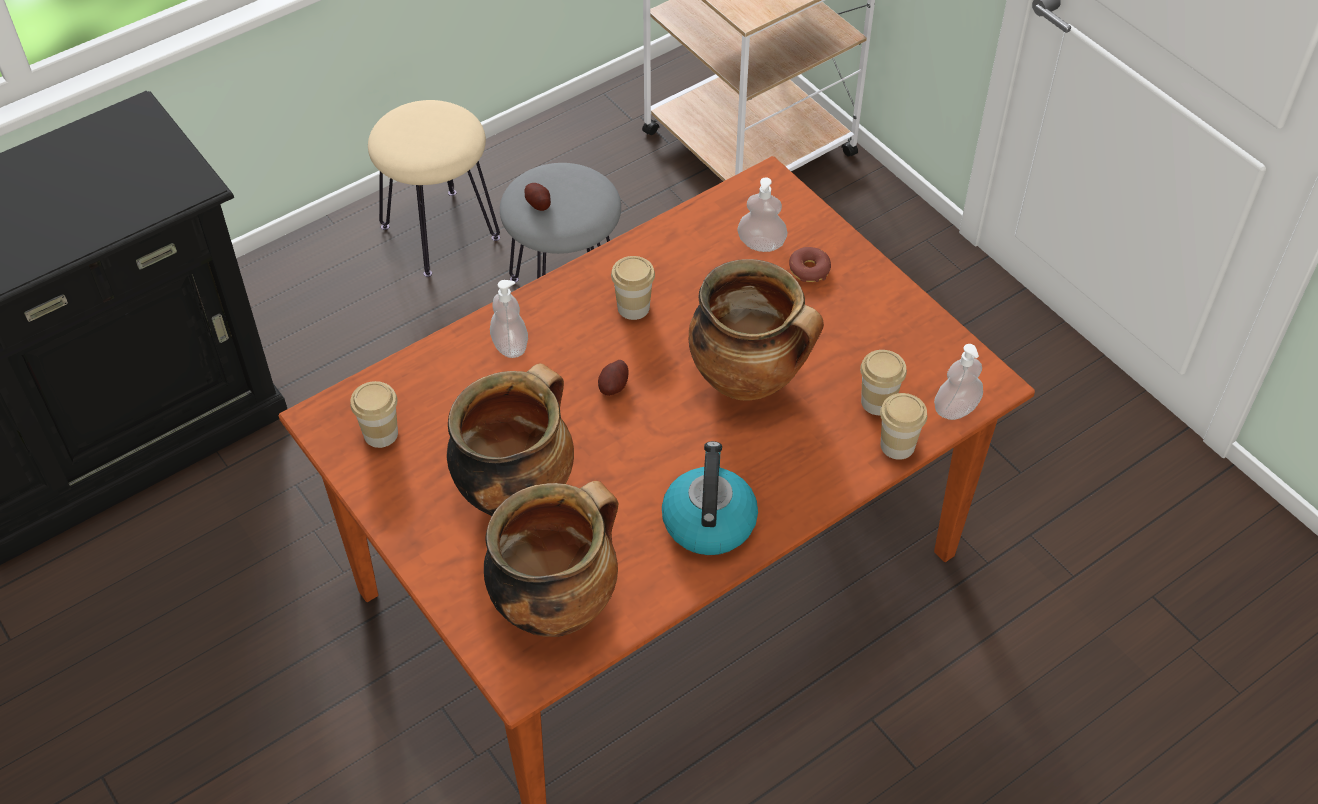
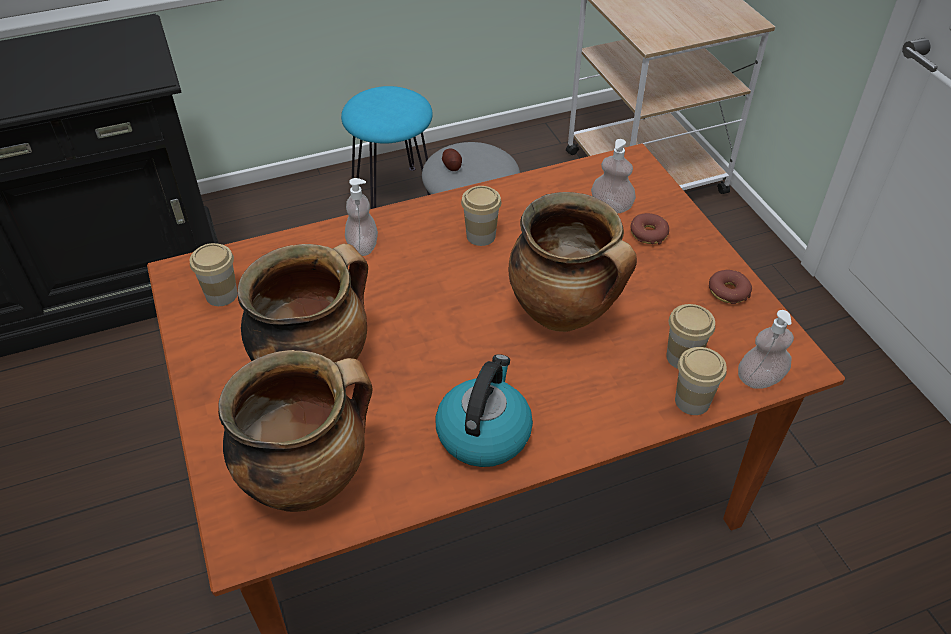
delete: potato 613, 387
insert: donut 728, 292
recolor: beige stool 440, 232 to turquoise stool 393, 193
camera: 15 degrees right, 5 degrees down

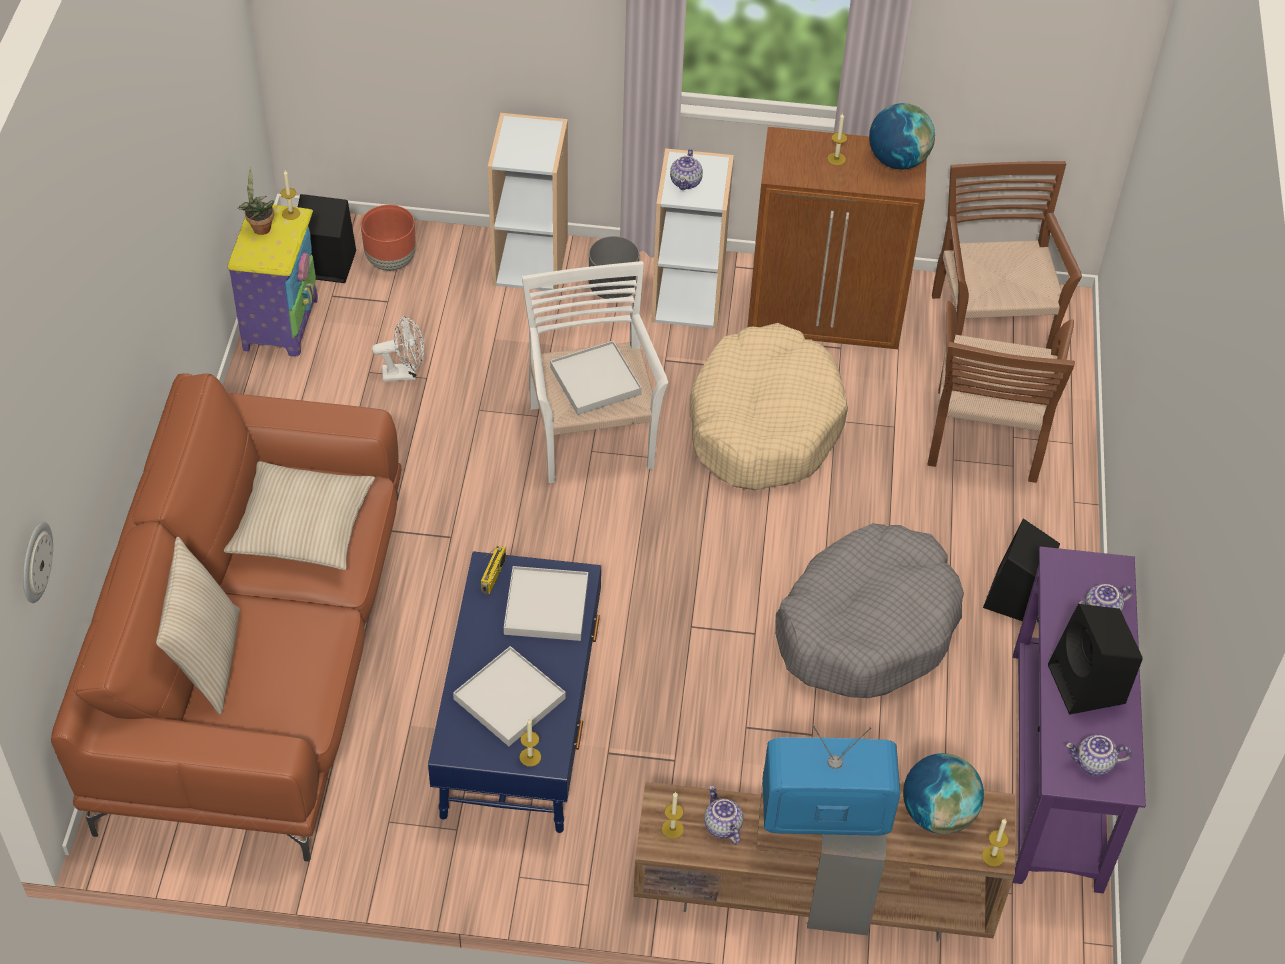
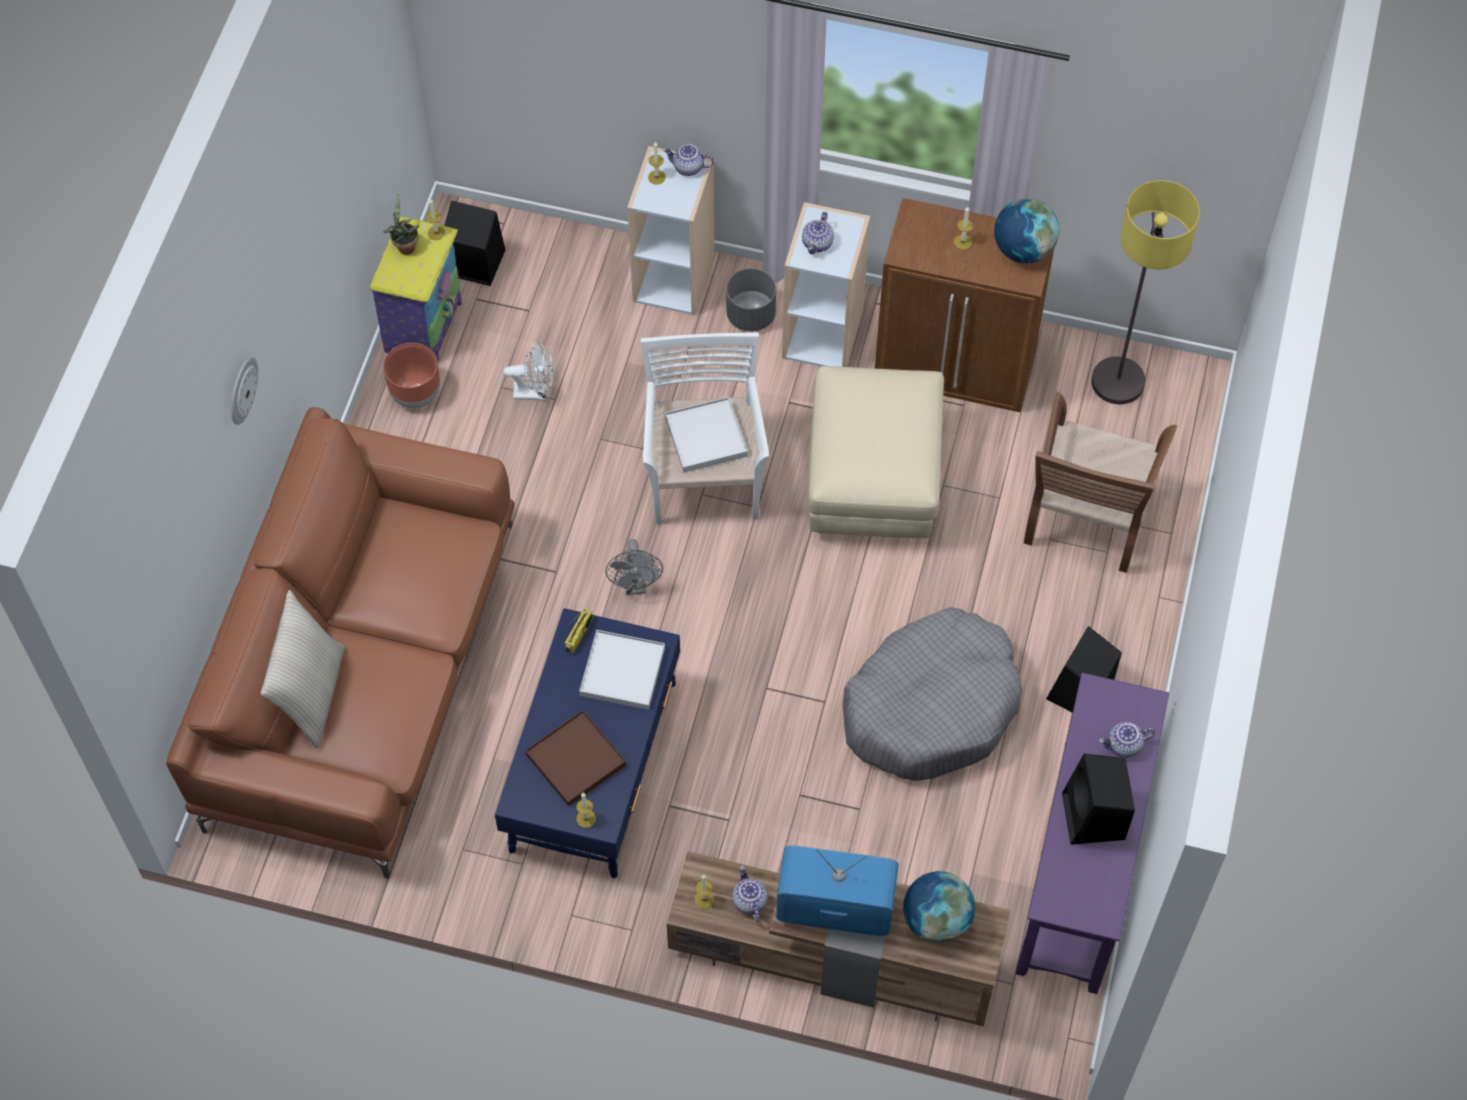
delete: beige pillow 302, 526
insert: grey fan 636, 585
move: wall clock 35, 561 to 242, 390; brown planter 391, 261 to 416, 394; candle 993, 856 to 656, 177; teapot 1093, 764 to 688, 168
replace: beige dog bed 763, 424 to beige ottoman 872, 481; brown armchair 990, 326 to yellow floor lamp 1117, 396
recolor: white tray 509, 699 to brown tray 575, 760
camera: 10 degrees right, 10 degrees up

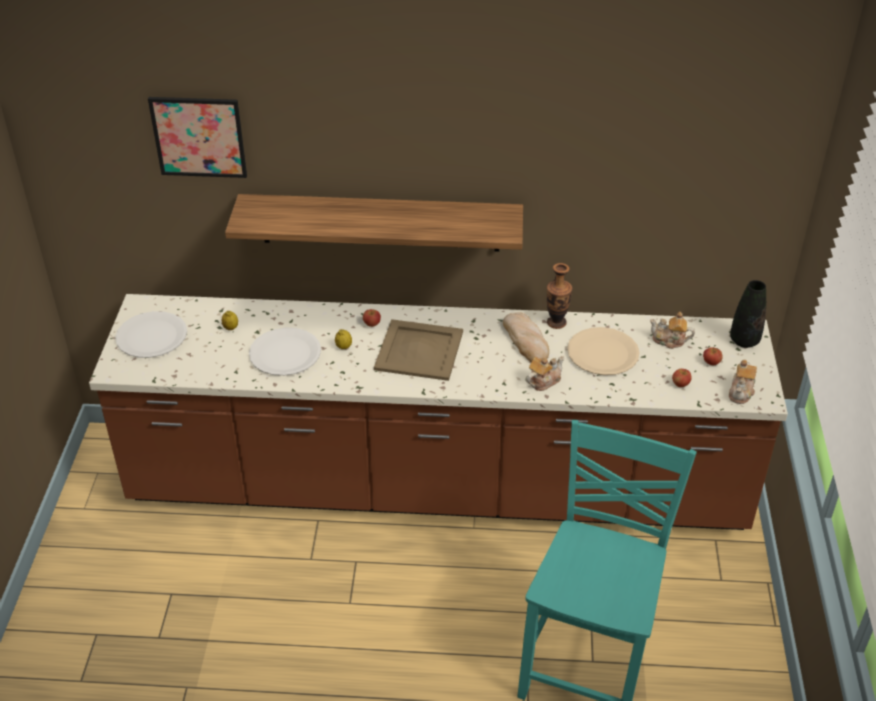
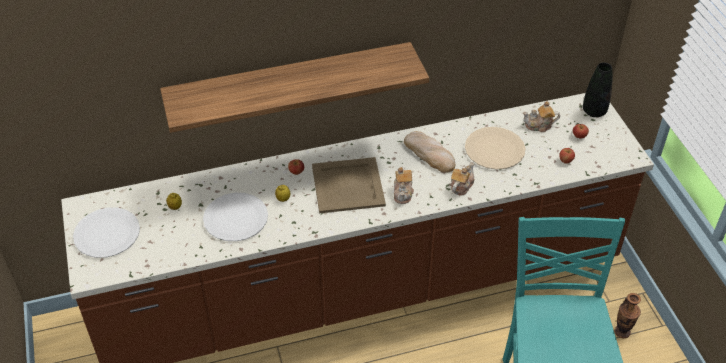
delete: picture 199, 137
move: vase 556, 323 to 622, 332; teapot 741, 392 to 403, 193
camera: 20 degrees left, 5 degrees up

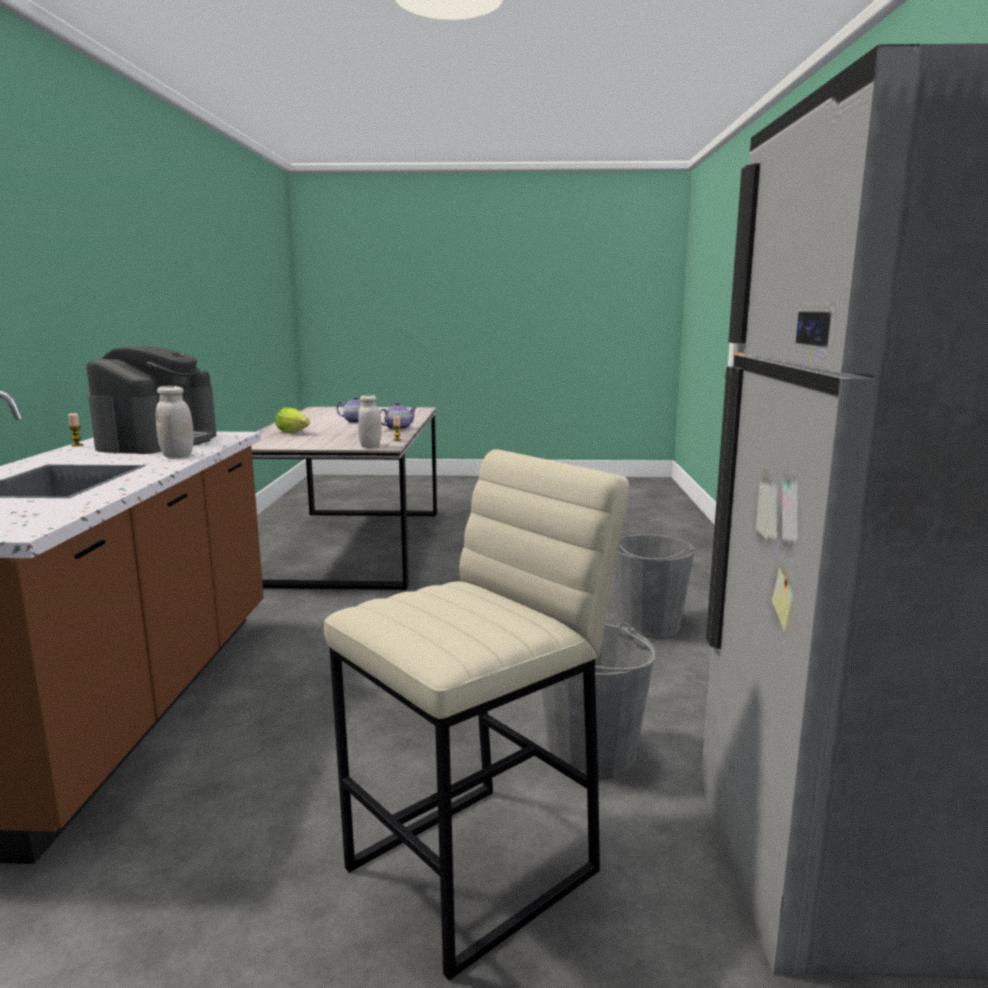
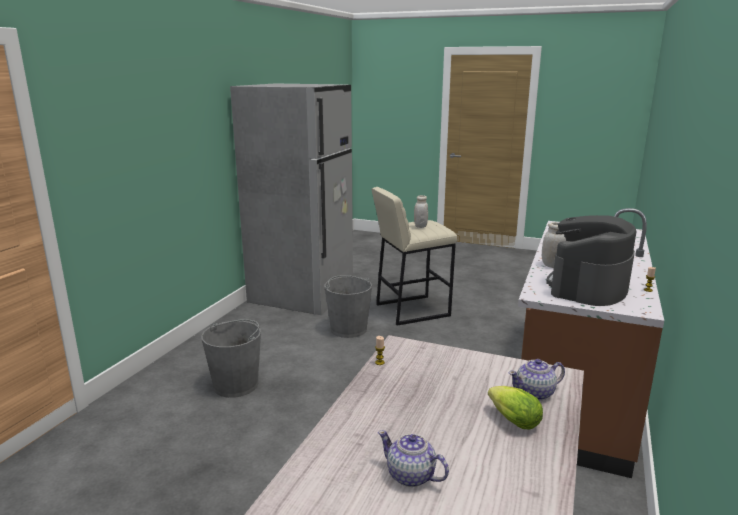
move: white jar 370, 446 to 420, 226; teapot 397, 428 to 535, 393
camera: 160 degrees left, 5 degrees up

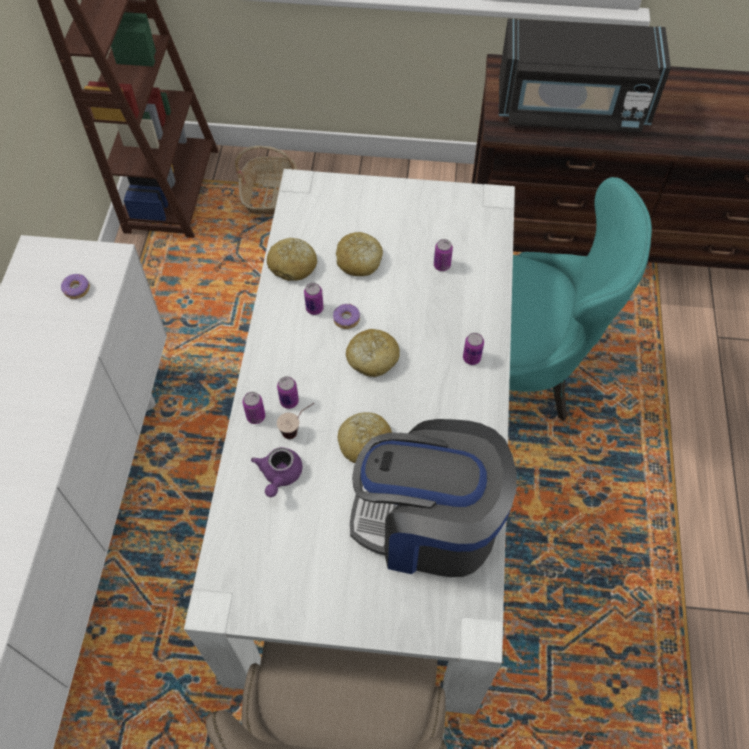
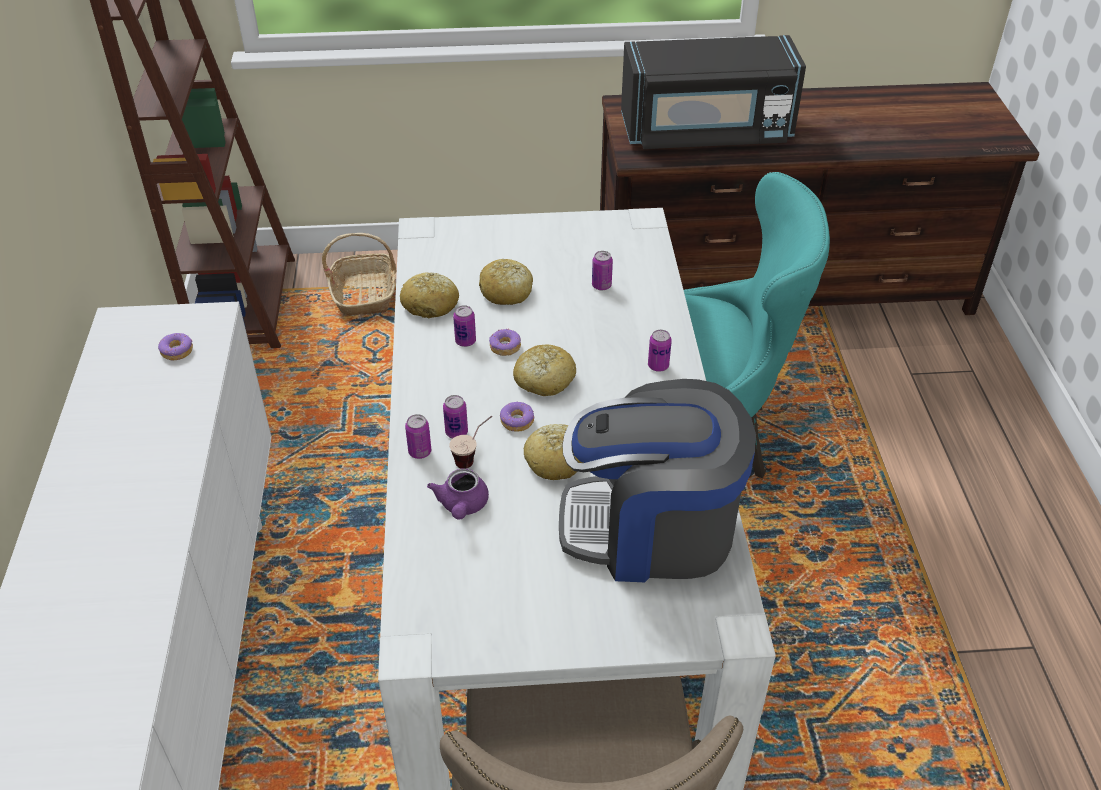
insert: donut 517, 421
camera: 10 degrees left, 15 degrees down

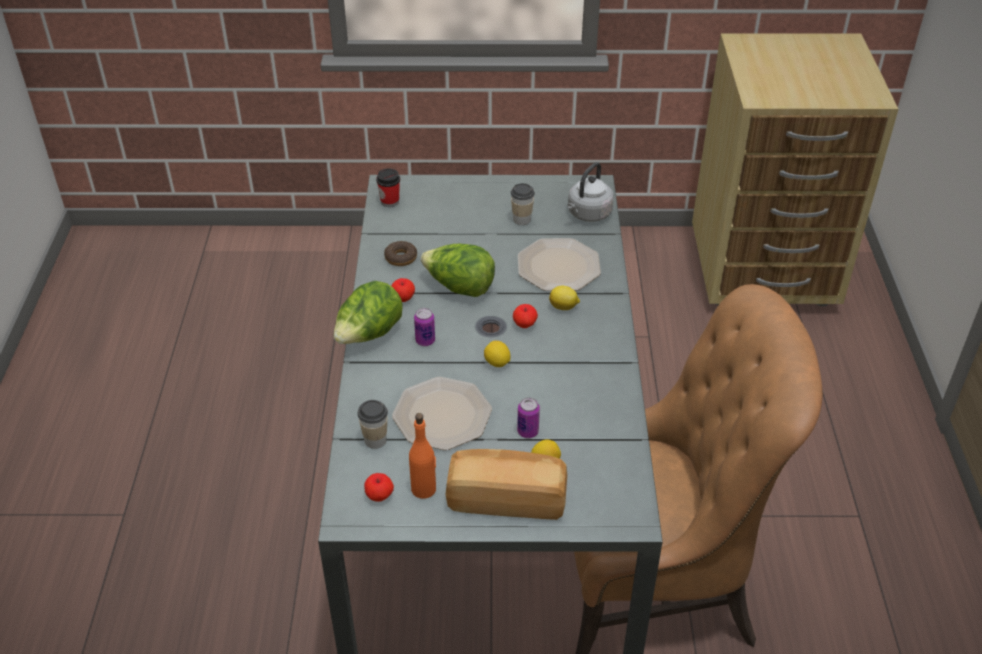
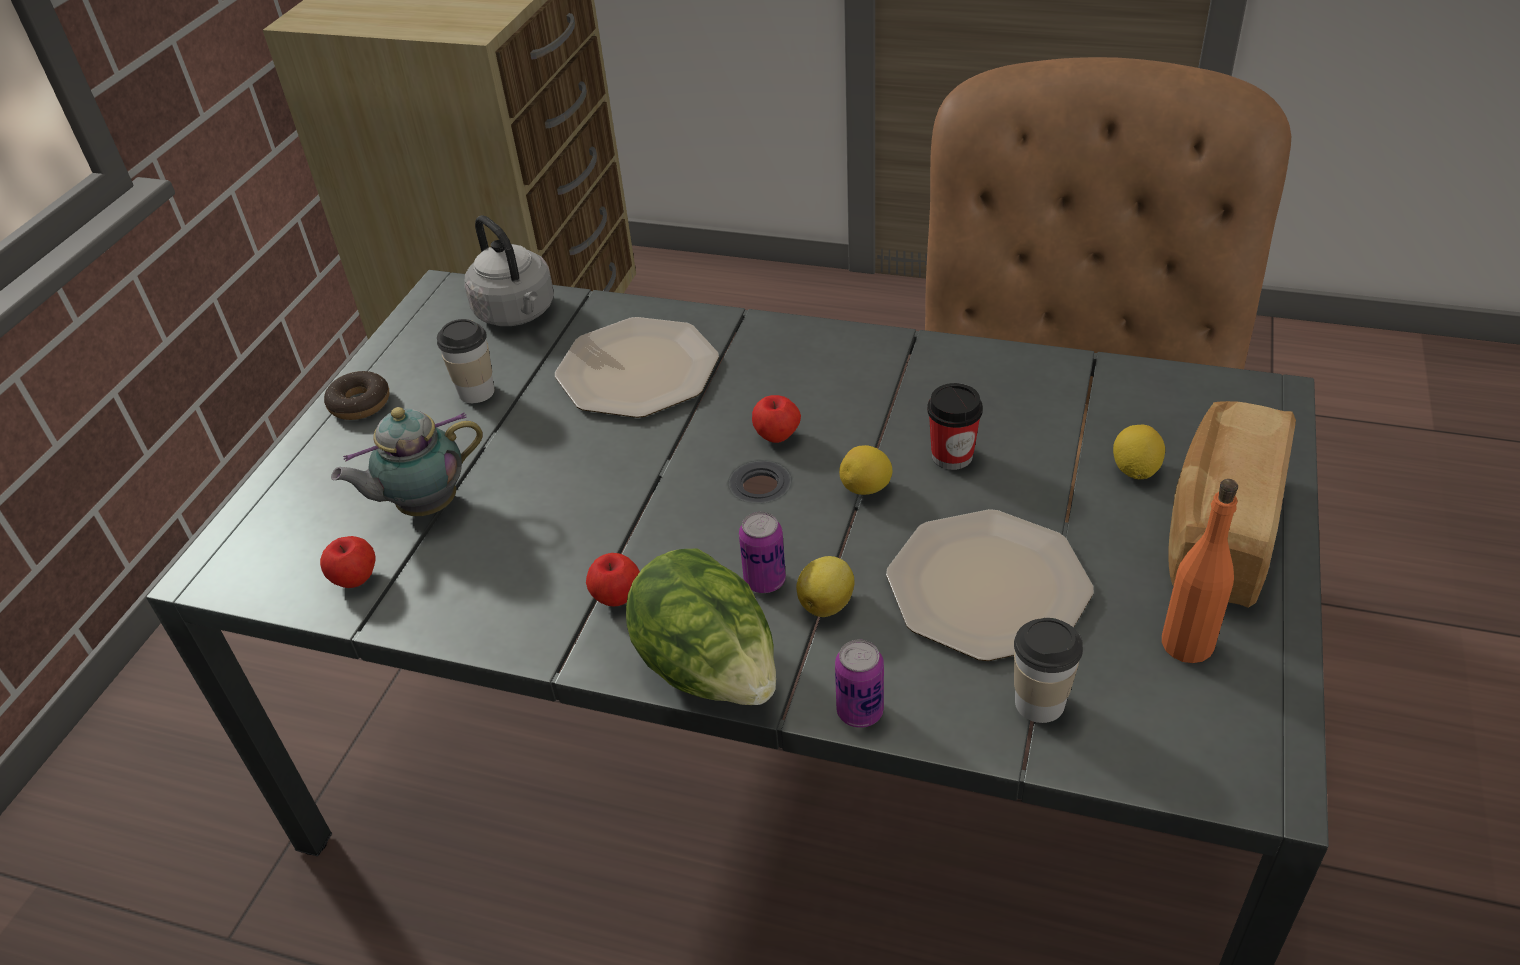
delete: lettuce 459, 287
insert: teapot 424, 506
move: apple 379, 496 to 355, 578; cup 390, 201 to 952, 456; donut 401, 258 to 360, 403; can 528, 431 to 860, 711; lemon 563, 307 to 827, 603
camera: 70 degrees left, 0 degrees up

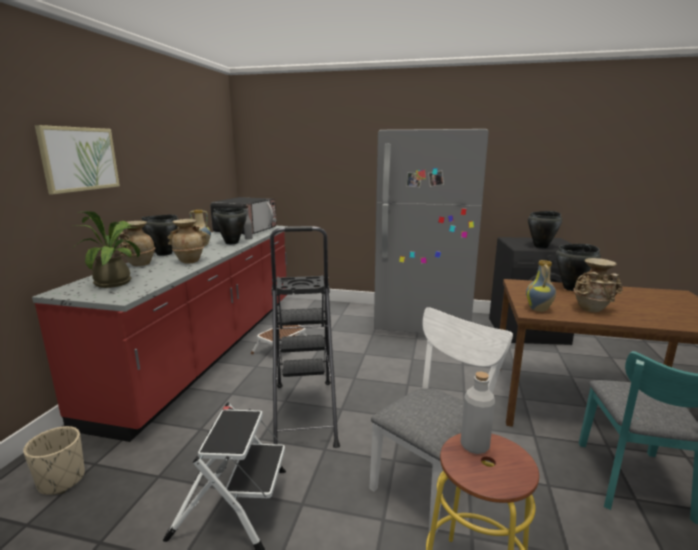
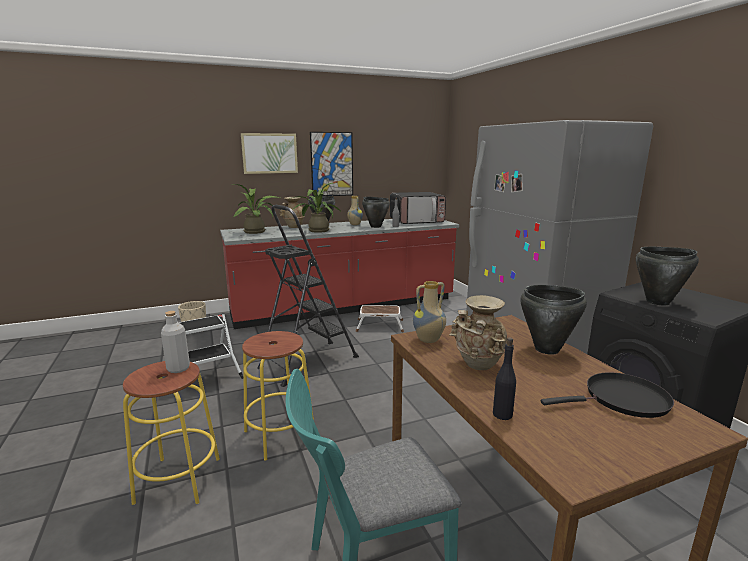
insert: picture 332, 164; black bottle 502, 414; black frying pan 621, 400
replace: beige vase 189, 261 to potted plant 316, 230; white chair 433, 478 to yellow stool 279, 435
camera: 55 degrees right, 0 degrees up

